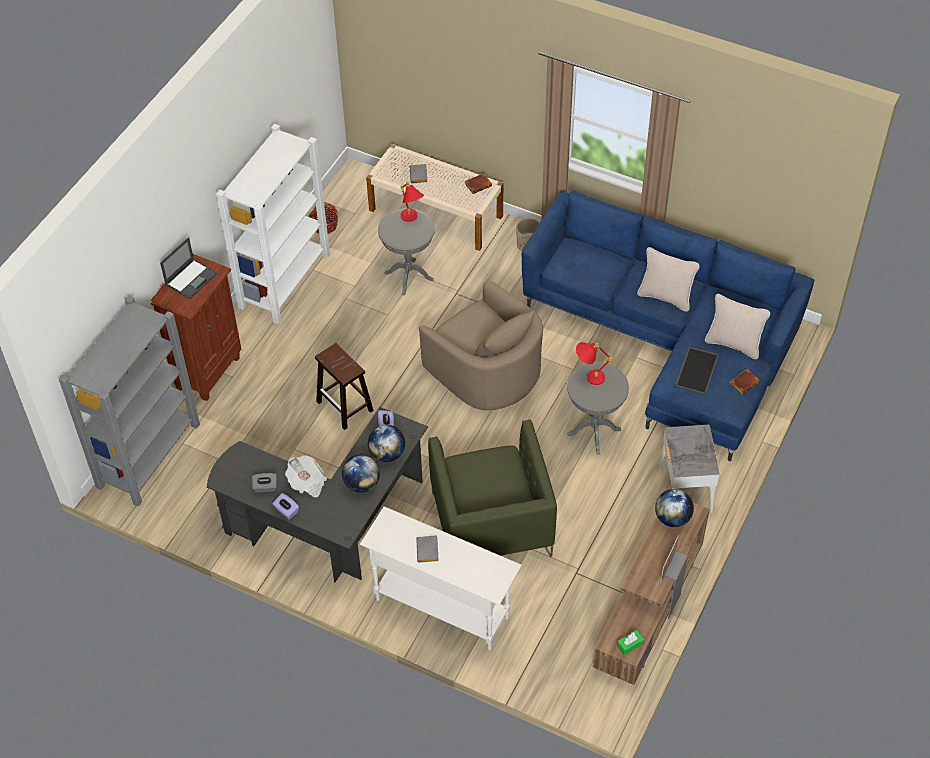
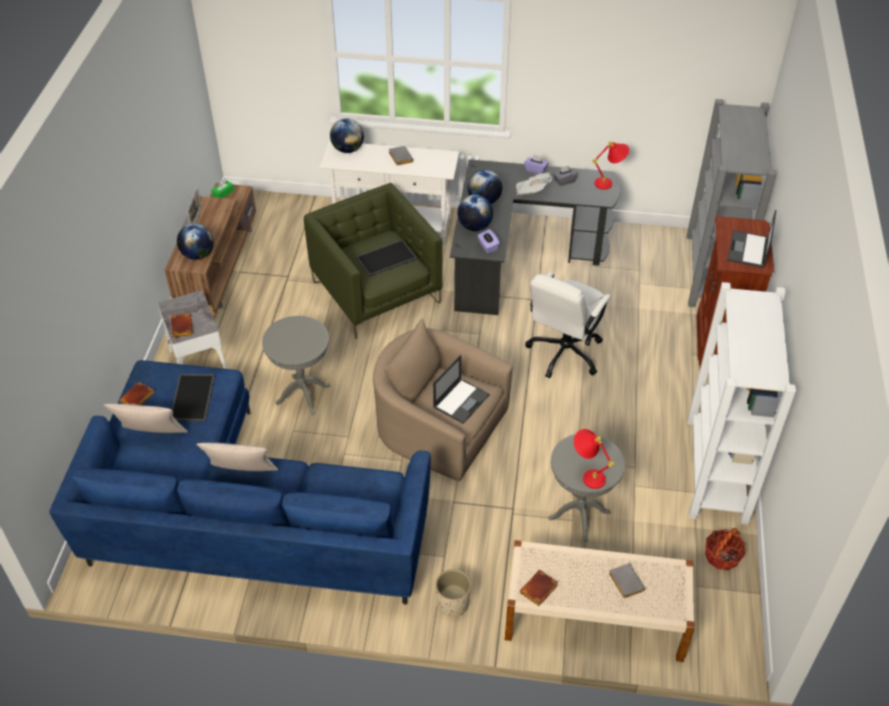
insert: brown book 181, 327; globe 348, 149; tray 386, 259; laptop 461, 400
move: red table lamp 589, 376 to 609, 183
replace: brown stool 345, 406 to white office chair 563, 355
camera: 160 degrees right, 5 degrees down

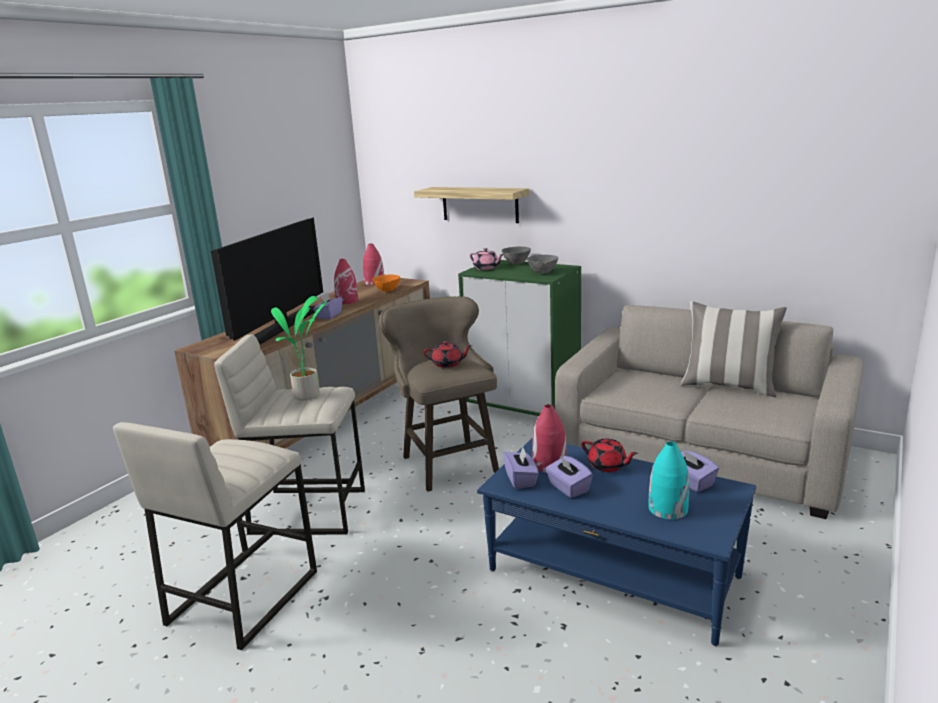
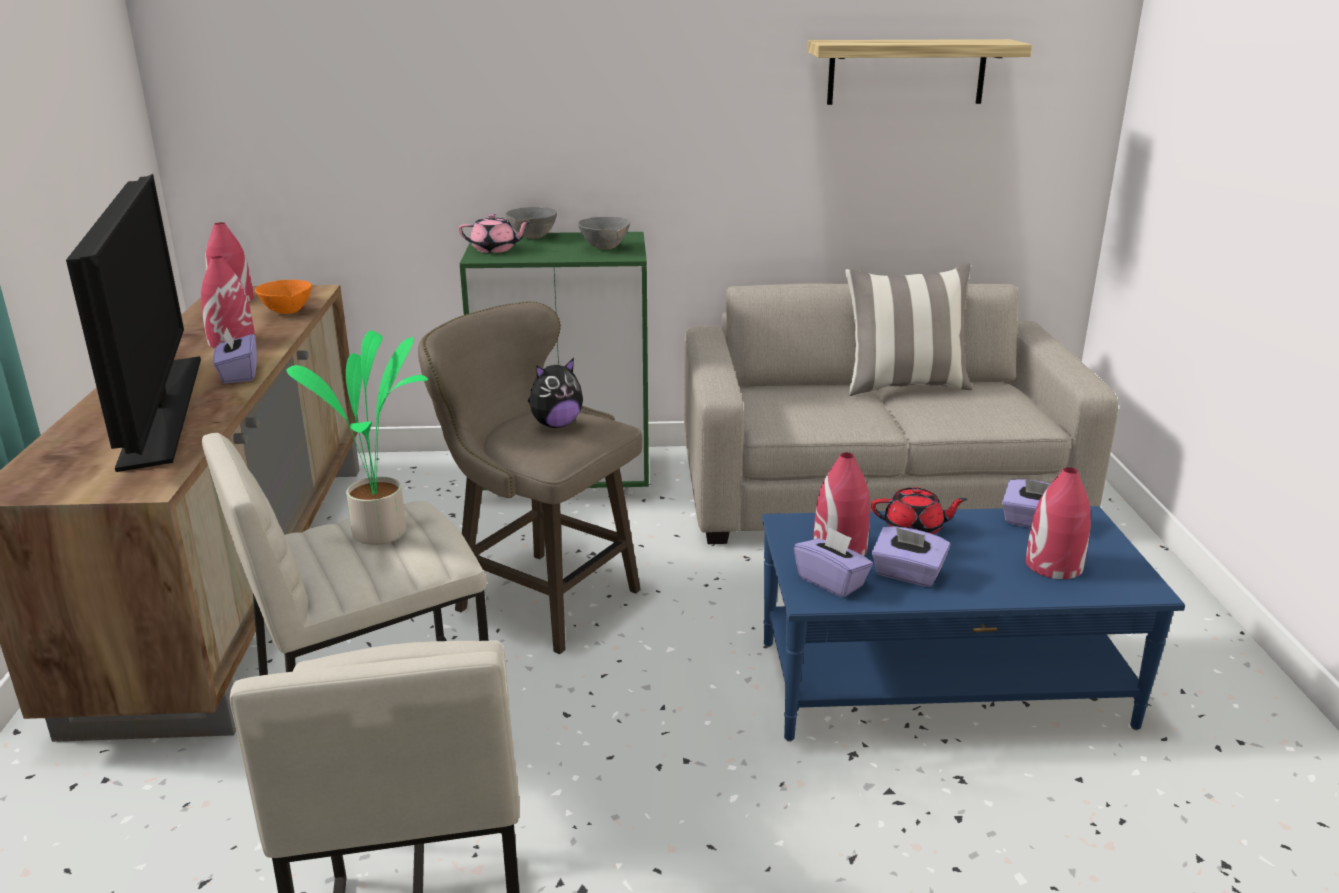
move: shelf 480, 204 to 906, 72
replace: red teapot 448, 364 to plush toy 556, 424
recolor: turquoise vase 667, 509 to red vase 1053, 565
camera: 35 degrees left, 5 degrees up

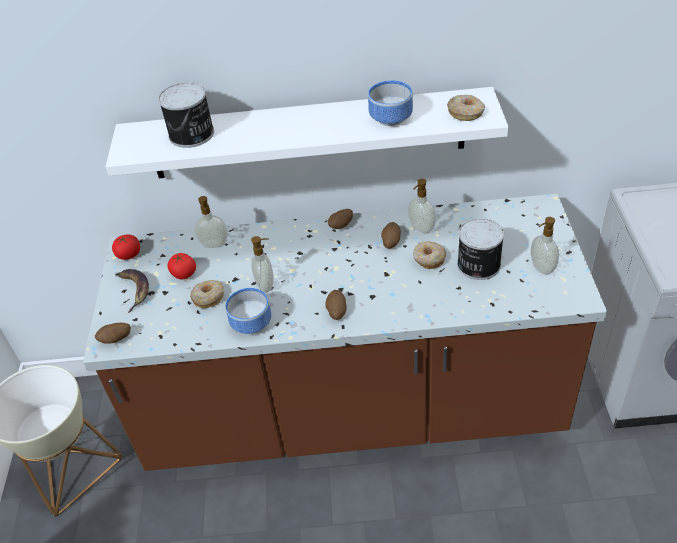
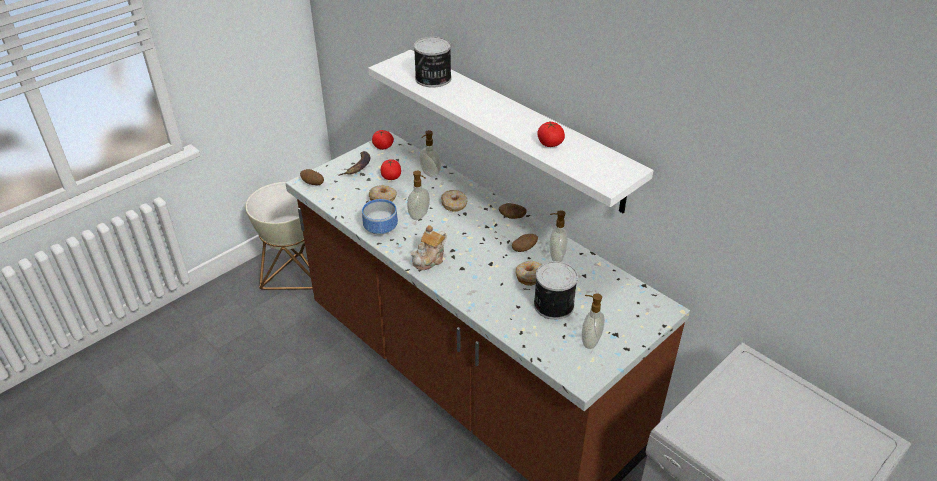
move: donut 466, 113 to 454, 204
replace: potato 336, 312 to teapot 429, 259; bowl 392, 119 to tomato 550, 144
camera: 45 degrees right, 5 degrees down

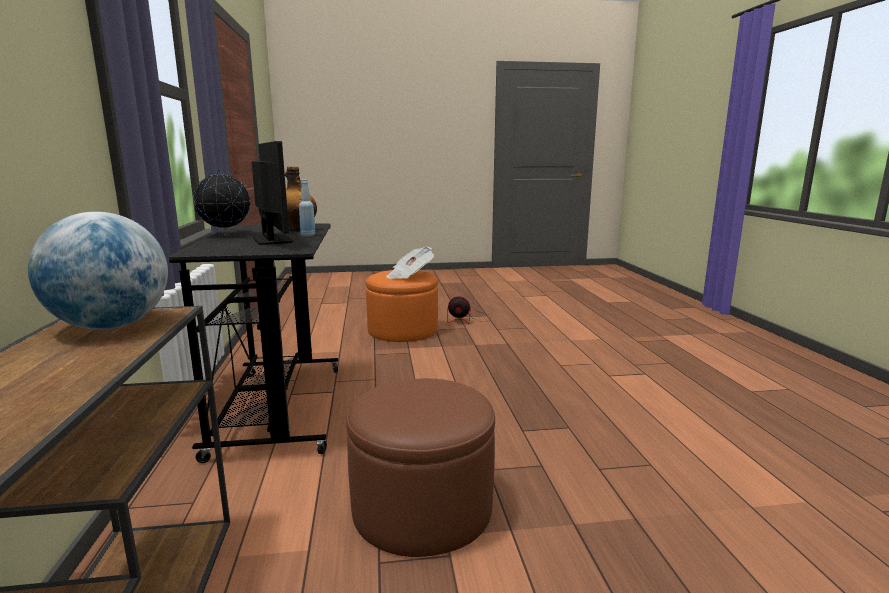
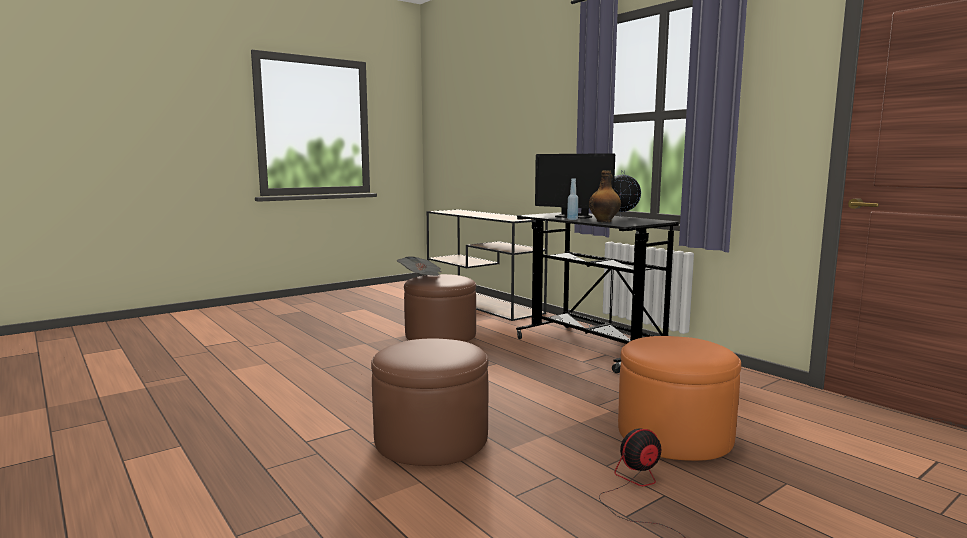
delete: globe 111, 326
insert: brown ottoman 431, 439
move: newspaper 410, 276 to 421, 279
camera: 150 degrees right, 5 degrees down

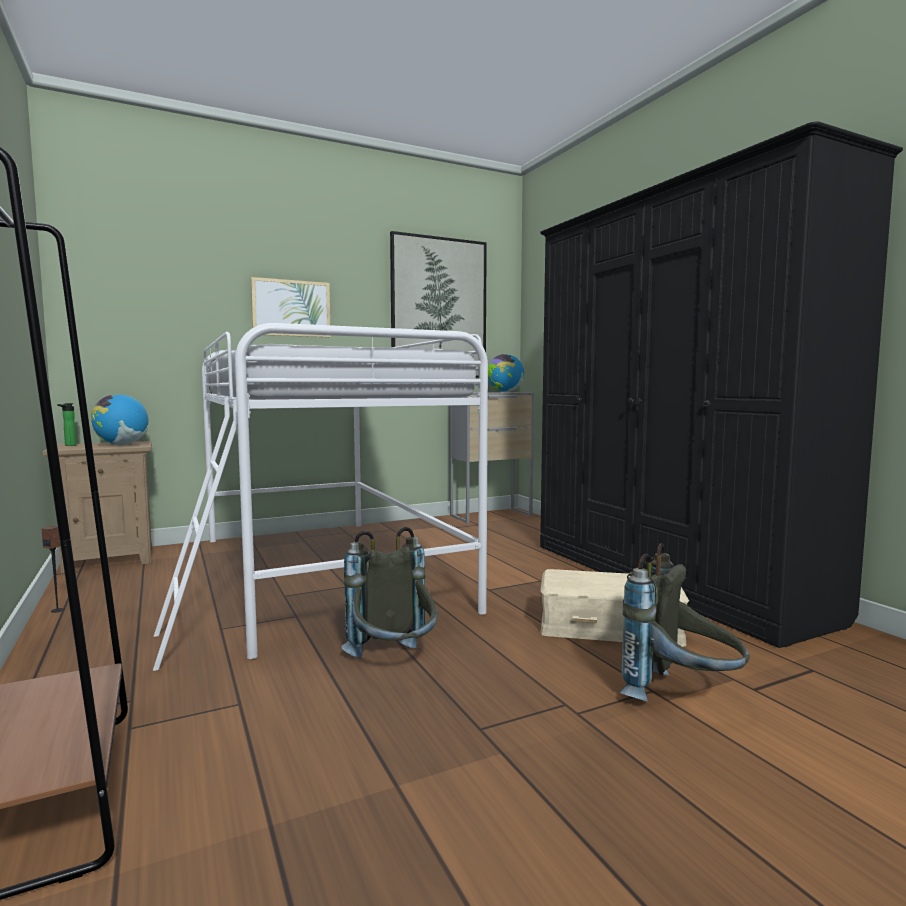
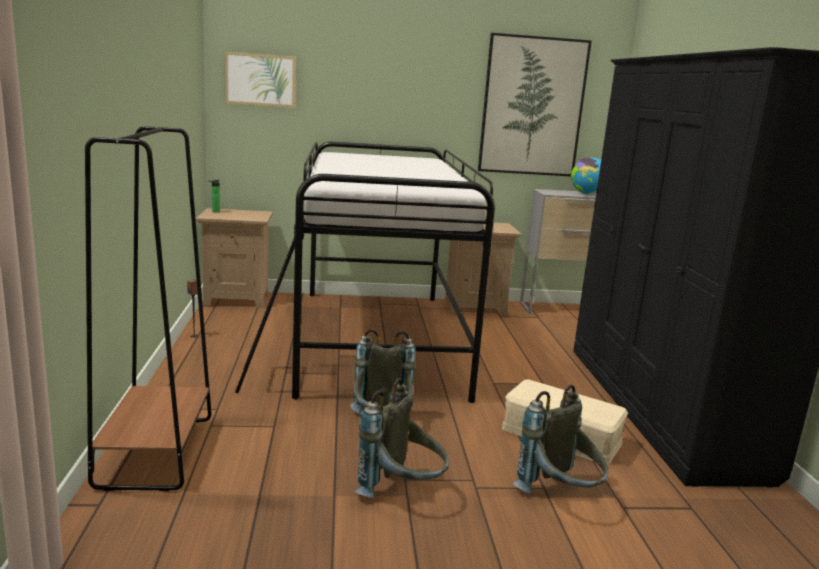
delete: globe 121, 445
insert: grey backpack 402, 492; beige nightstand 476, 308
move: picture 291, 308 to 260, 80
recolor: white bed 319, 572 to black bed 374, 340
camera: 20 degrees right, 10 degrees up

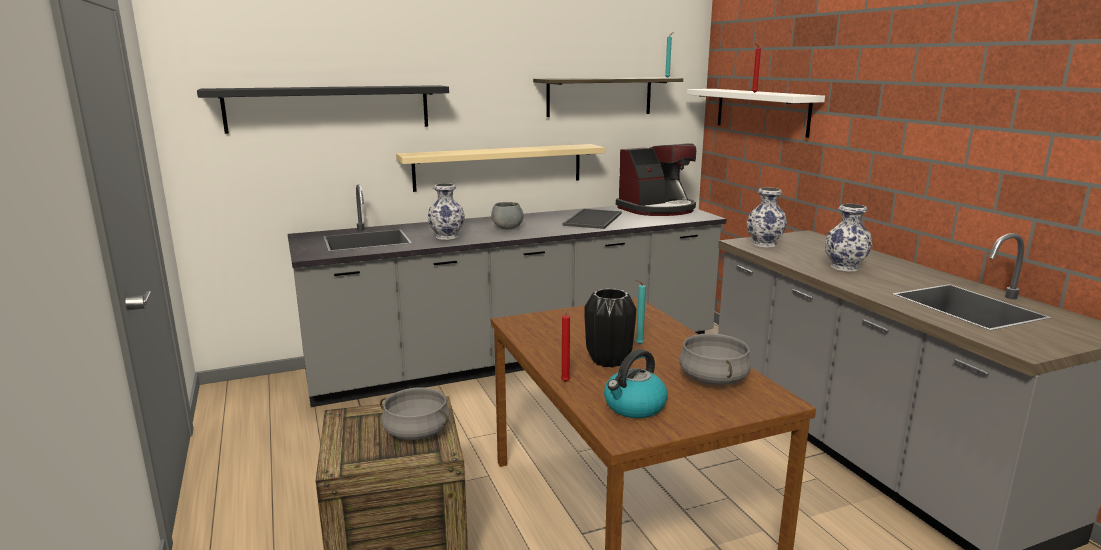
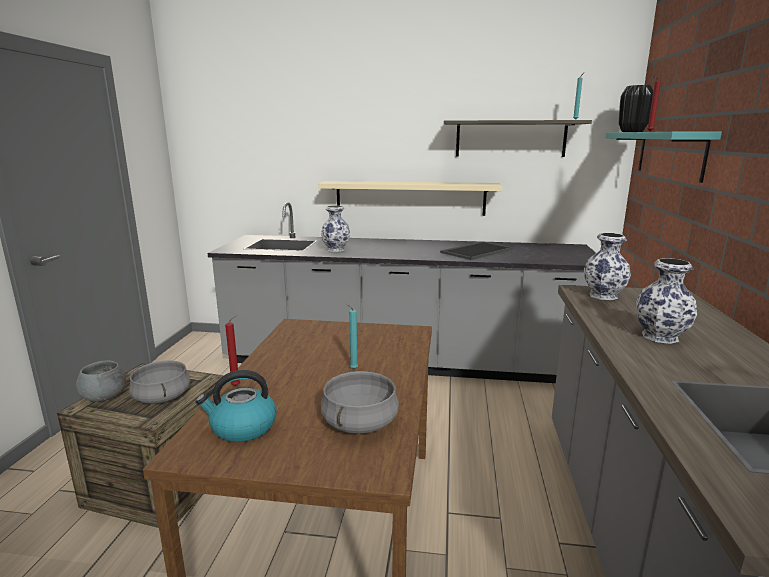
delete: black shelf 329, 108; coffee machine 657, 209
move: grey bowl 508, 228 to 105, 397; black vase 608, 361 to 631, 132
recolor: white shelf 761, 111 to turquoise shelf 670, 154
camera: 30 degrees right, 0 degrees up

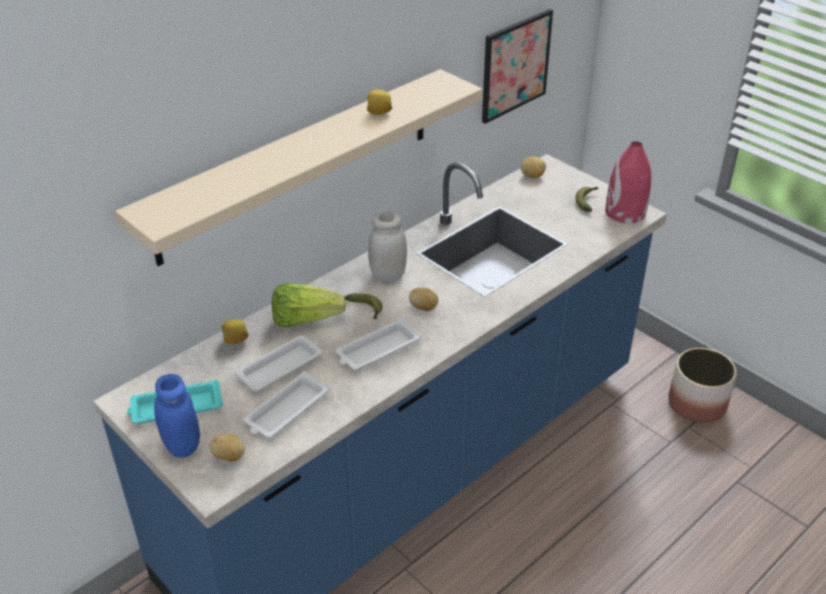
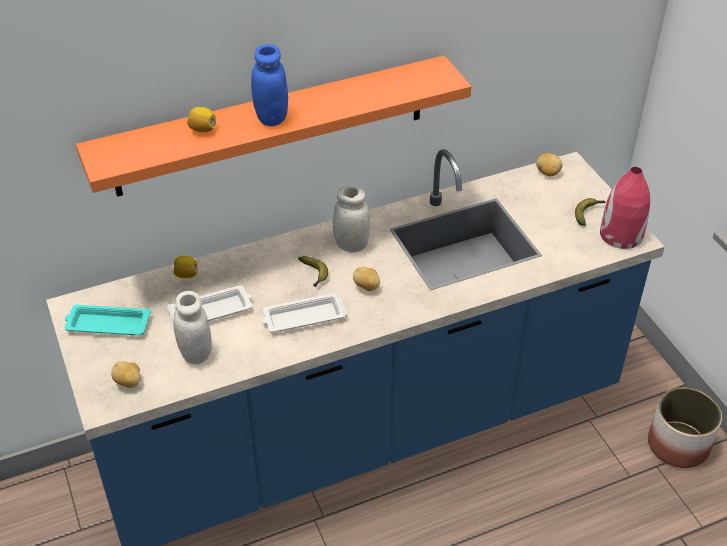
delete: lettuce 305, 319; picture 515, 65
move: blue jar 182, 445 to 271, 118; lemon 379, 113 to 202, 129
replace: white tray 286, 410 to white jar 196, 353
recolor: beige shelf 298, 164 to orange shelf 271, 126
camera: 20 degrees right, 5 degrees up

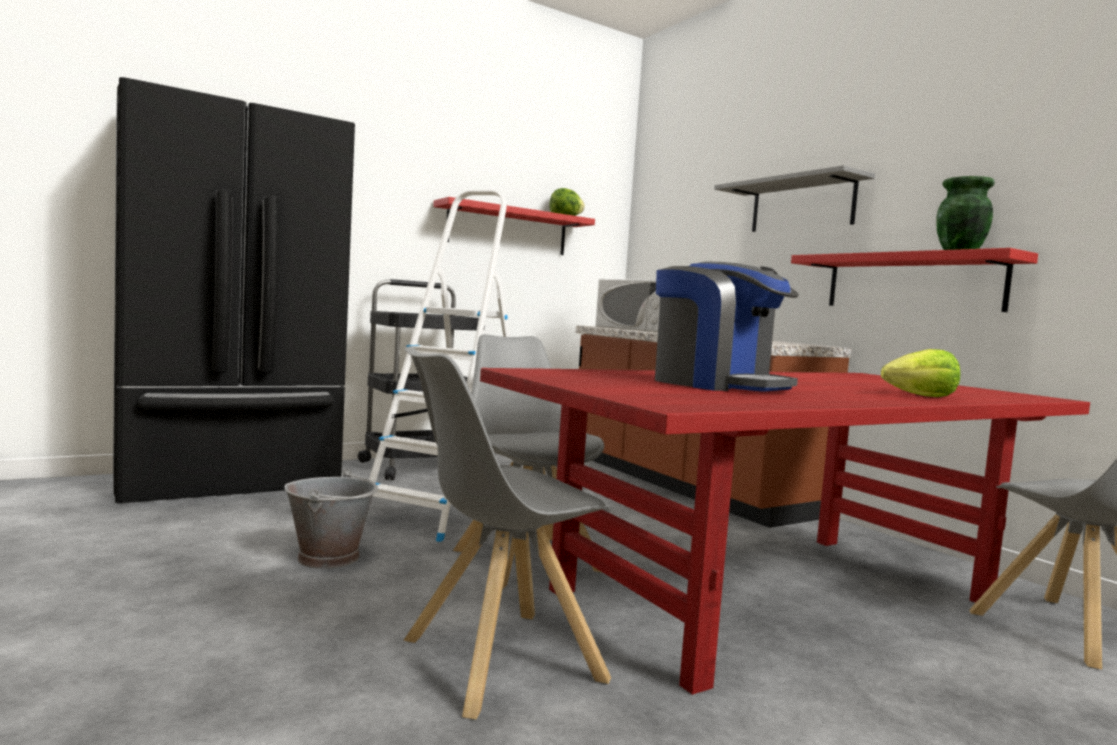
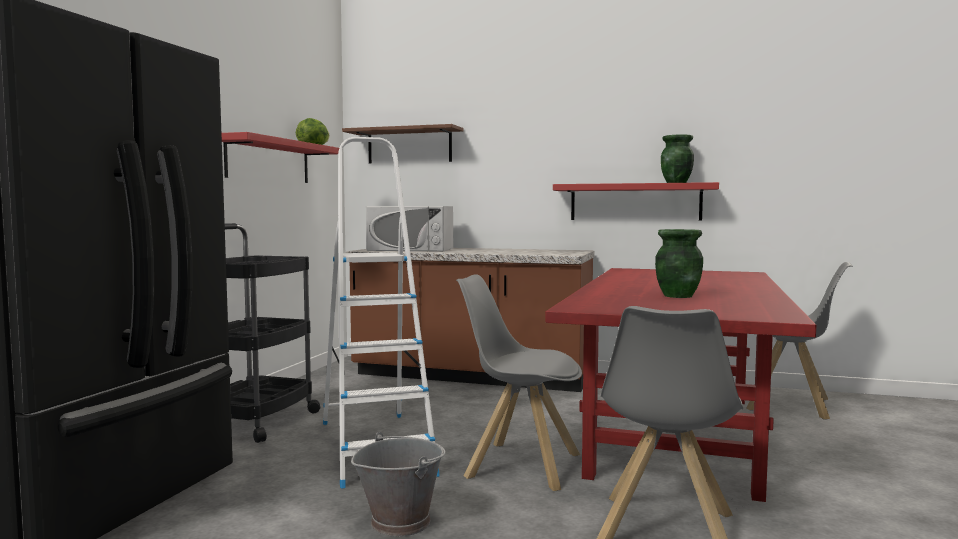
delete: grey shelf 802, 205; lettuce 922, 396
insert: brown shelf 409, 146
replace: coffee machine 717, 385 to green vase 677, 296
camera: 40 degrees left, 0 degrees up

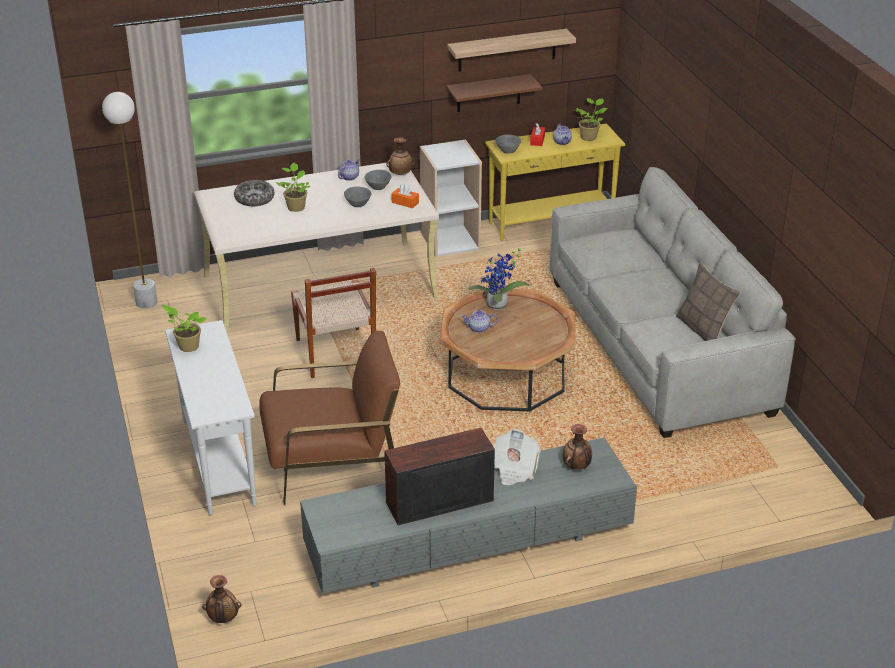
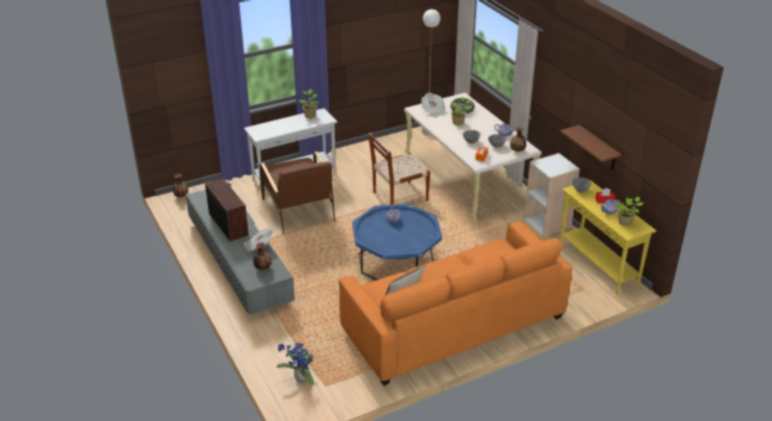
delete: shelf 507, 50
insert: newspaper 433, 111
move: potted plant 498, 307 to 300, 378
recolor: brown coffee table 506, 376 to blue coffee table 396, 261; grey sofa 657, 346 to orange sofa 453, 324
camera: 80 degrees right, 0 degrees up

